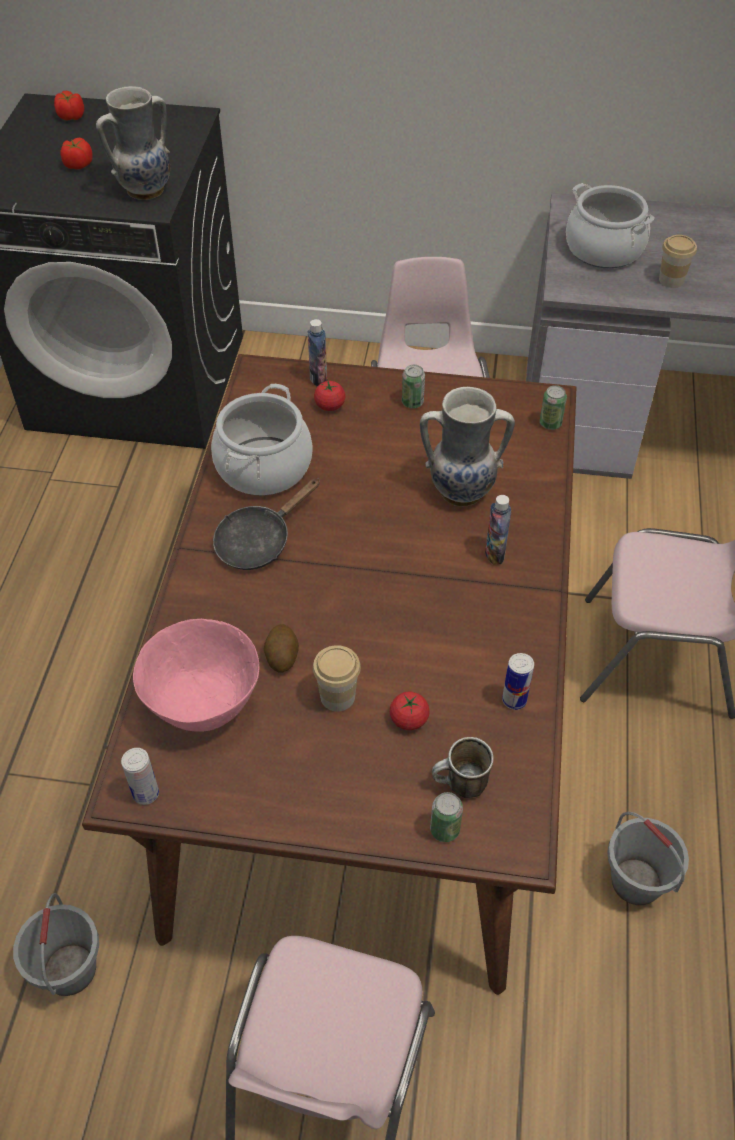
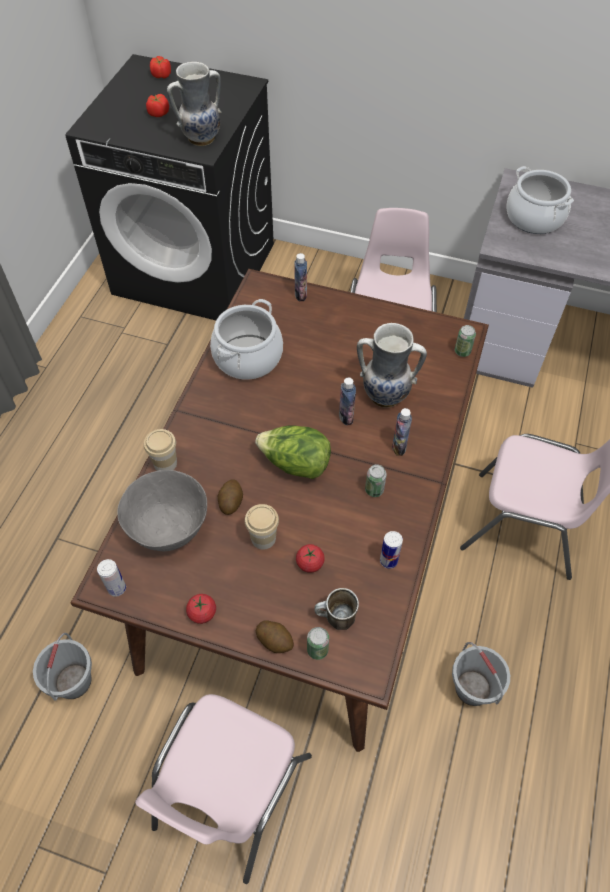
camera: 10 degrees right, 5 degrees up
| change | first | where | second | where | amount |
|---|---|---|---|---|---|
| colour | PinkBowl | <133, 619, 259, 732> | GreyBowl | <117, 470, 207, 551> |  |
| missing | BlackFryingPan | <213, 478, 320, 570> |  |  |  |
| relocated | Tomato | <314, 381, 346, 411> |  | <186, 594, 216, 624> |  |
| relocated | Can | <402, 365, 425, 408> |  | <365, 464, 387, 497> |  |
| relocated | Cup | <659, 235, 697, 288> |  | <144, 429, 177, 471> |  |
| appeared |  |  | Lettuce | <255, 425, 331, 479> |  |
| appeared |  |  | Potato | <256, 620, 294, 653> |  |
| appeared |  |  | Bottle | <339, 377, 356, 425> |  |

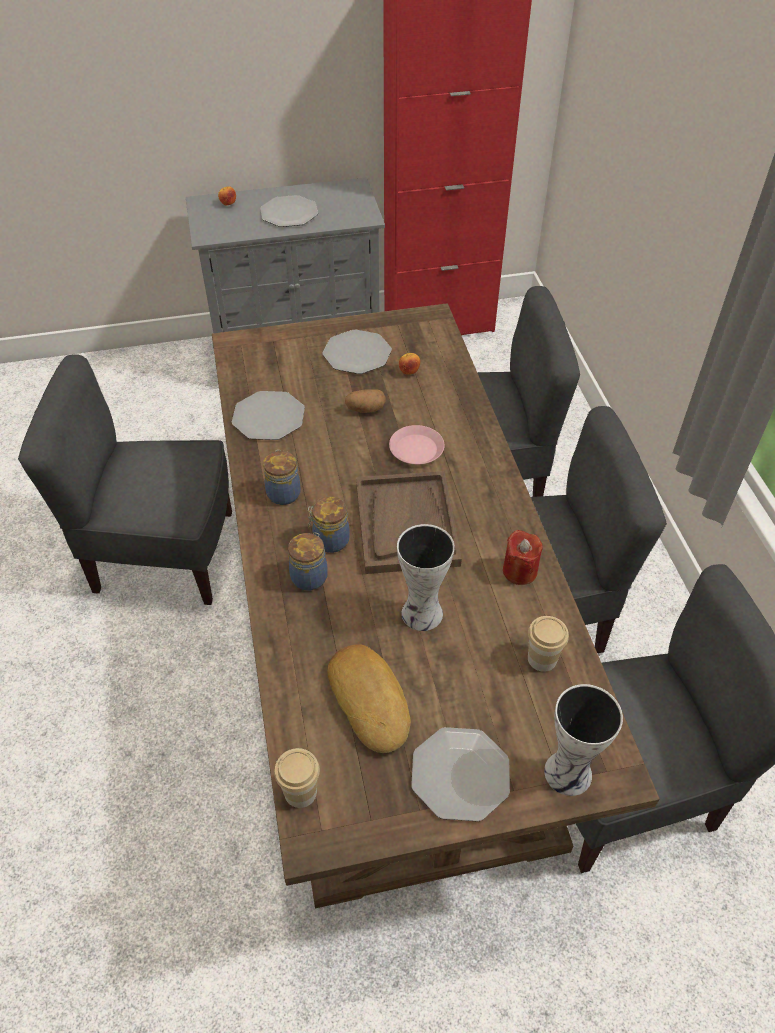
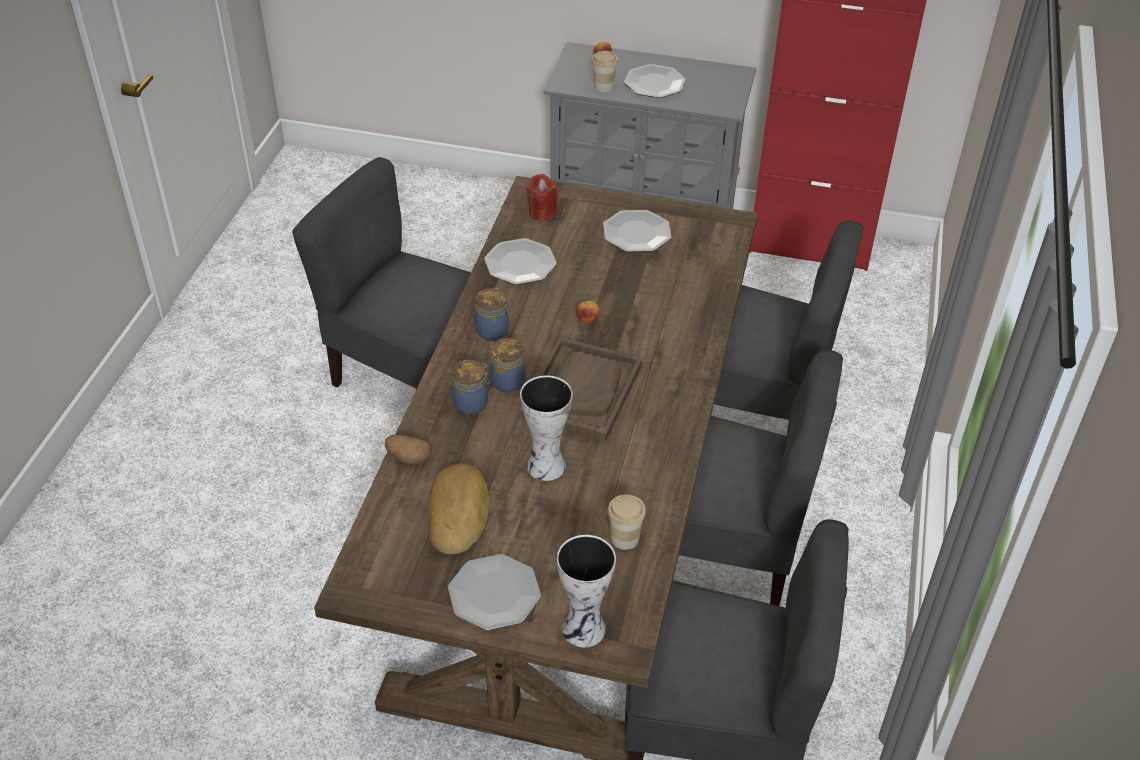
camera: 25 degrees right, 5 degrees down
| change | first | where | second | where | amount |
|---|---|---|---|---|---|
| relocated | Cup | <274, 748, 320, 808> |  | <591, 51, 618, 92> |  |
| relocated | Potato | <345, 389, 386, 413> |  | <385, 435, 432, 464> |  |
| missing | PinkPlate | <389, 425, 445, 464> |  |  |  |
| relocated | Apple | <399, 353, 420, 375> |  | <576, 301, 600, 324> |  |
| relocated | RedCandle | <503, 530, 543, 585> |  | <527, 174, 558, 221> |  |

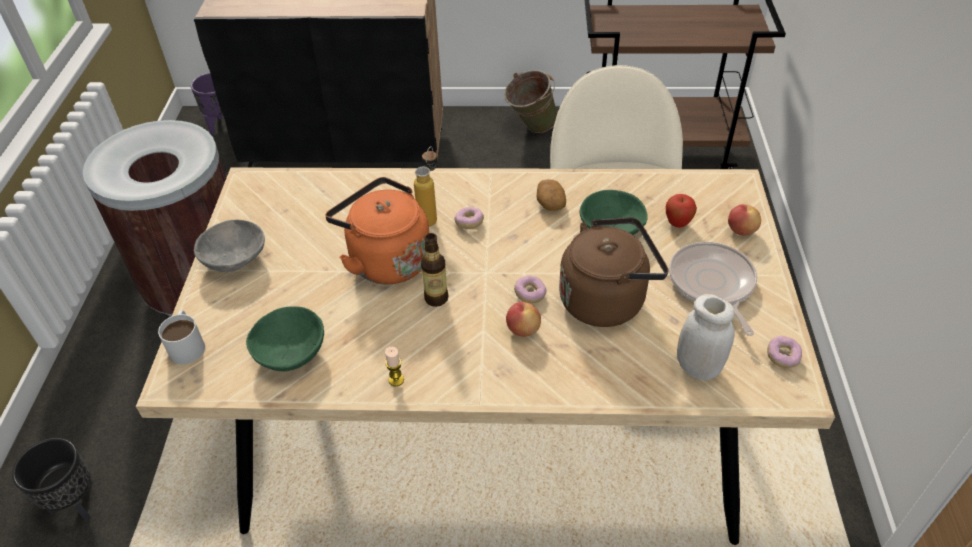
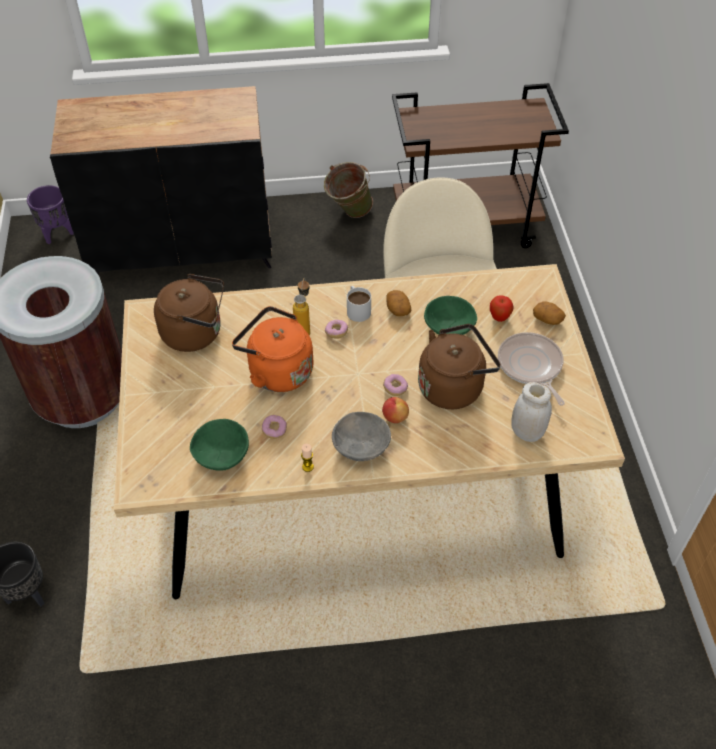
camera: 10 degrees left, 5 degrees up
| change | first | where | second | where | amount |
|---|---|---|---|---|---|
| relocated | WhiteMug | <158, 310, 205, 365> |  | <347, 286, 371, 322> |  |
| relocated | GreyBowl | <194, 220, 265, 272> |  | <332, 412, 391, 461> |  |
| missing | Bottle | <421, 233, 449, 307> |  |  |  |
| exchanged | Apple | <728, 204, 761, 236> | Potato | <533, 301, 566, 325> |  |
| relocated | Donut | <767, 336, 802, 368> |  | <262, 415, 287, 439> |  |
| appeared |  |  | BrownKettle | <154, 274, 224, 352> |  |

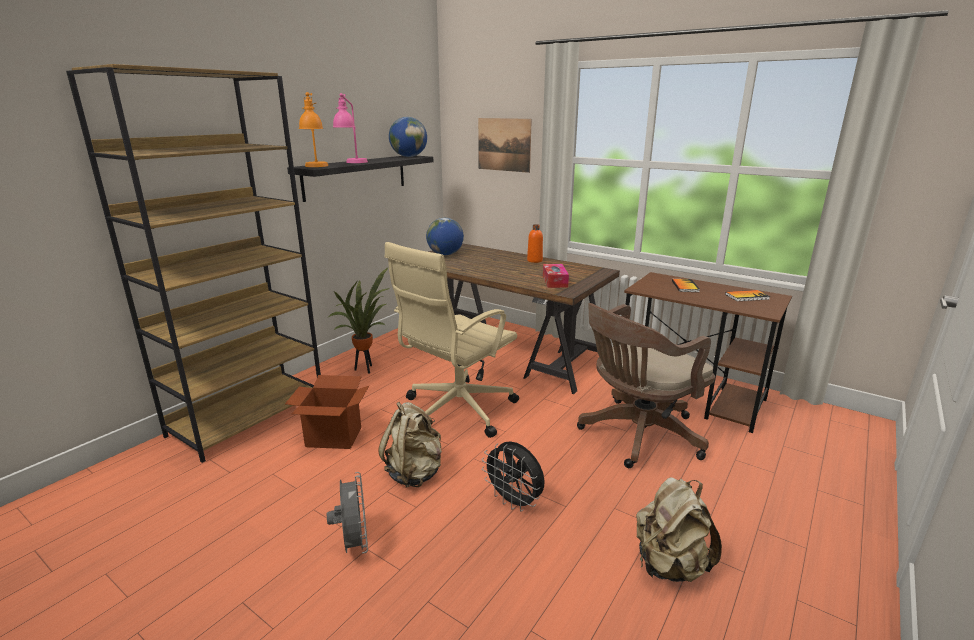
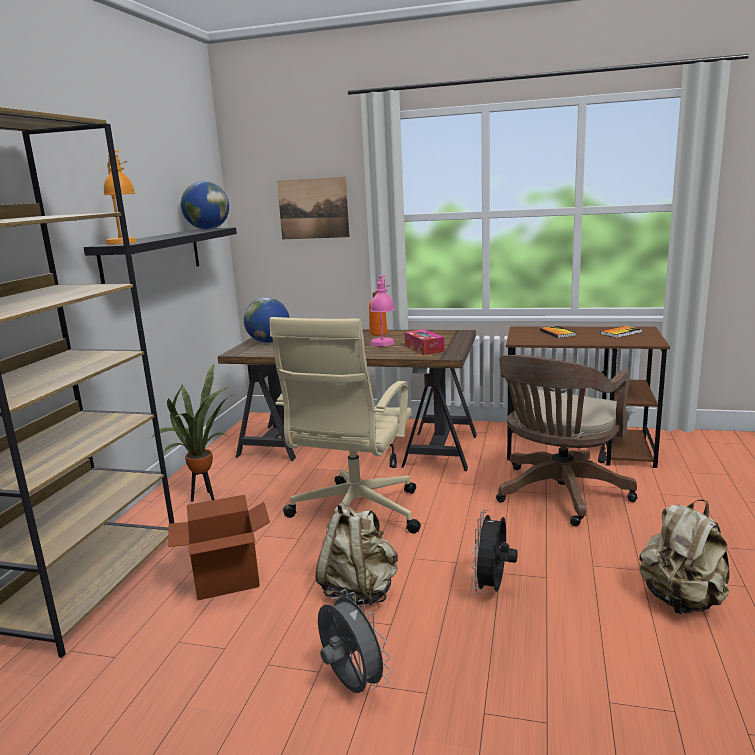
camera: 20 degrees left, 5 degrees down
| change | first | where | second | where | amount |
|---|---|---|---|---|---|
| relocated | PinkTableLamp | <333, 93, 368, 163> |  | <370, 275, 395, 347> |  |
| spun | BlackFan | <482, 441, 545, 512> |  | <471, 510, 518, 594> | 90 degrees clockwise |

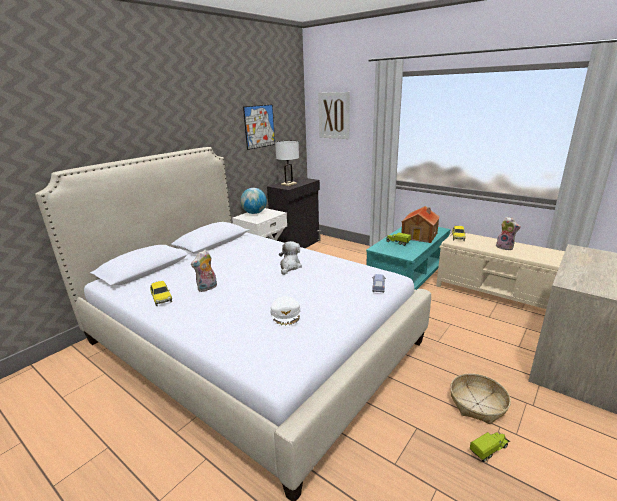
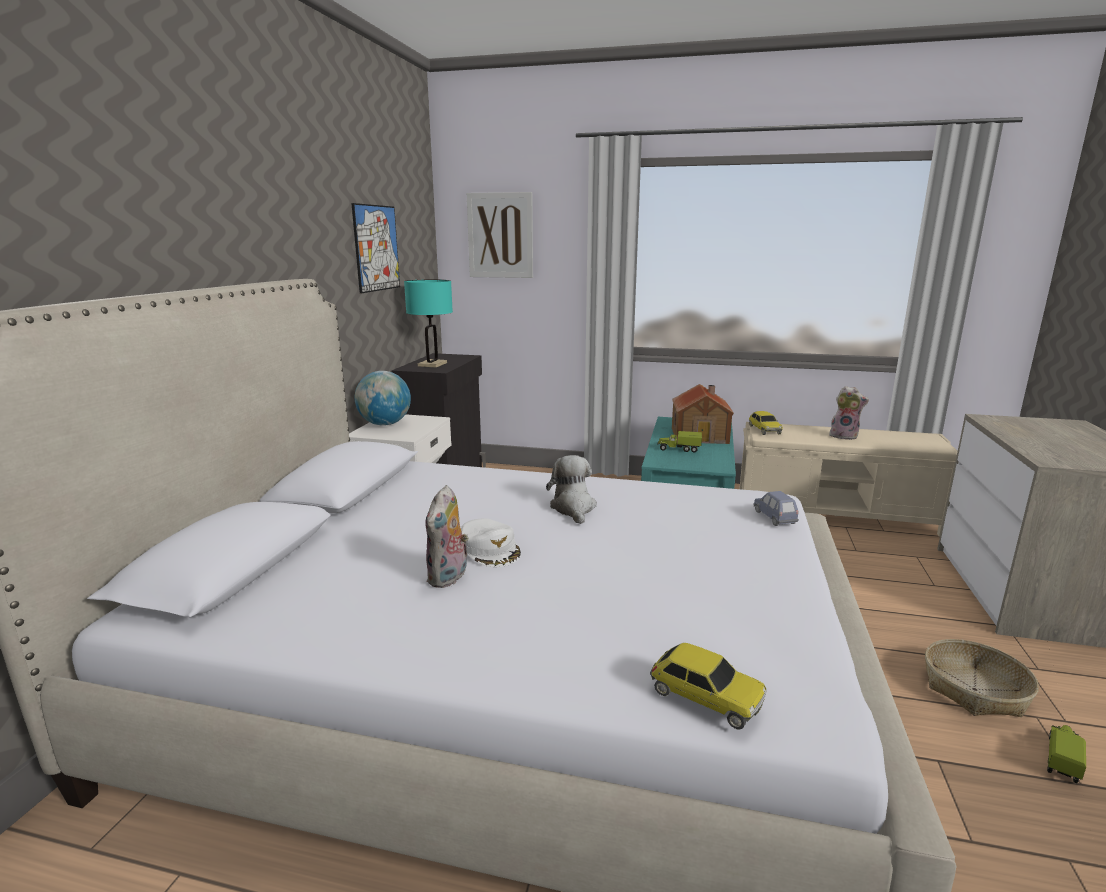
camera: 25 degrees left, 5 degrees down
| change | first | where | second | where | amount |
|---|---|---|---|---|---|
| relocated | ToyCar | <150, 281, 172, 306> |  | <650, 643, 766, 730> |  |
| relocated | WhiteCap | <270, 296, 300, 326> |  | <461, 518, 521, 567> |  |
| colour | WhiteTableLamp | <275, 141, 299, 186> | TurquoiseTableLamp | <404, 279, 453, 368> |  |

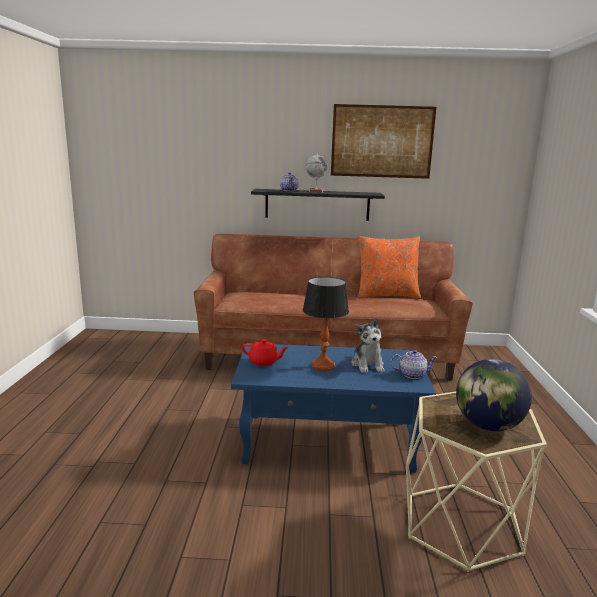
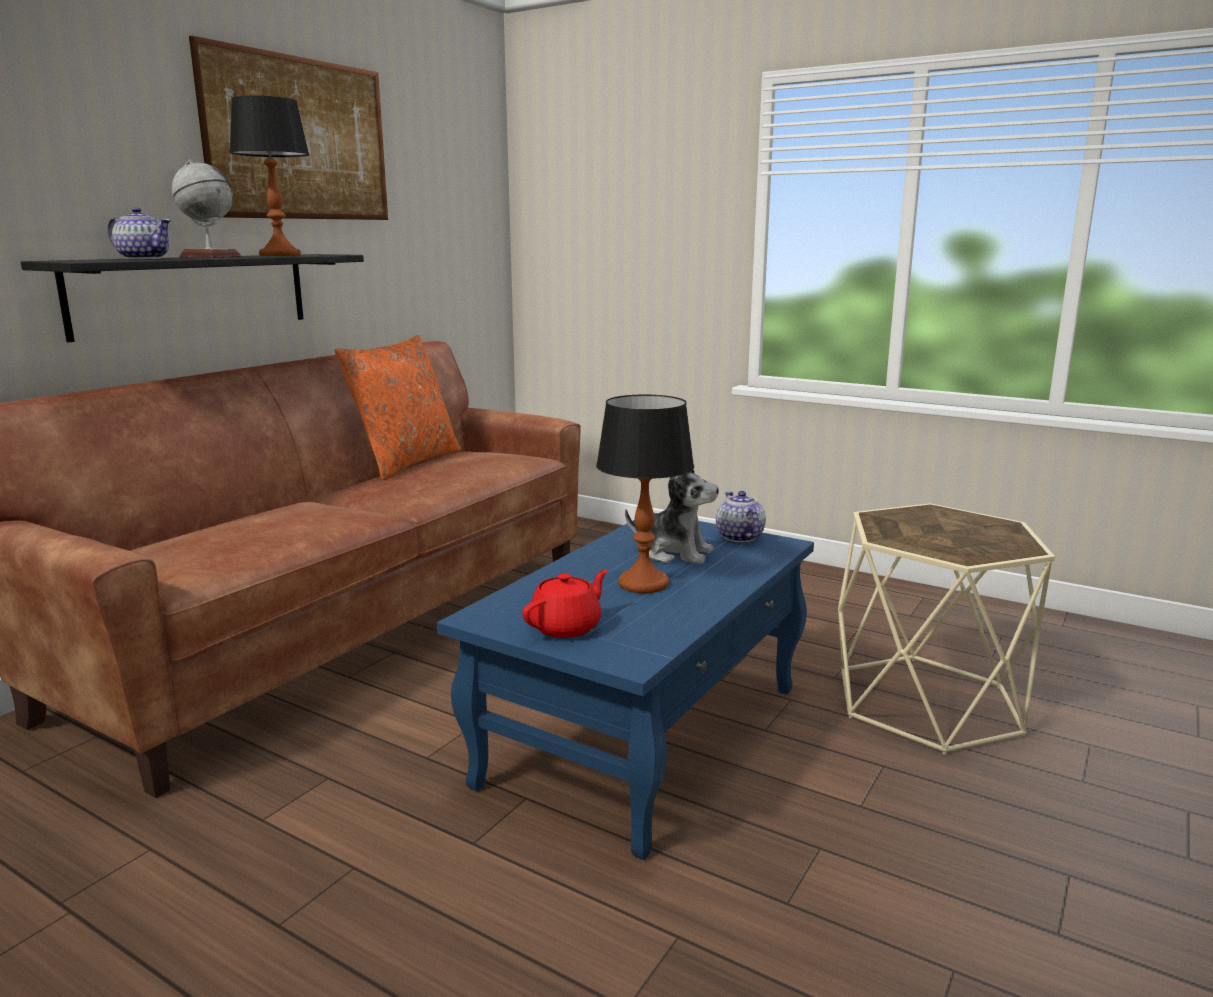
camera: 60 degrees left, 0 degrees up
| change | first | where | second | where | amount |
|---|---|---|---|---|---|
| spun | Teapot | <390, 350, 438, 379> |  | <716, 491, 766, 542> | 45 degrees counterclockwise |
| missing | Globe | <456, 359, 532, 431> |  |  |  |
| appeared |  |  | TableLamp | <229, 95, 310, 256> |  |

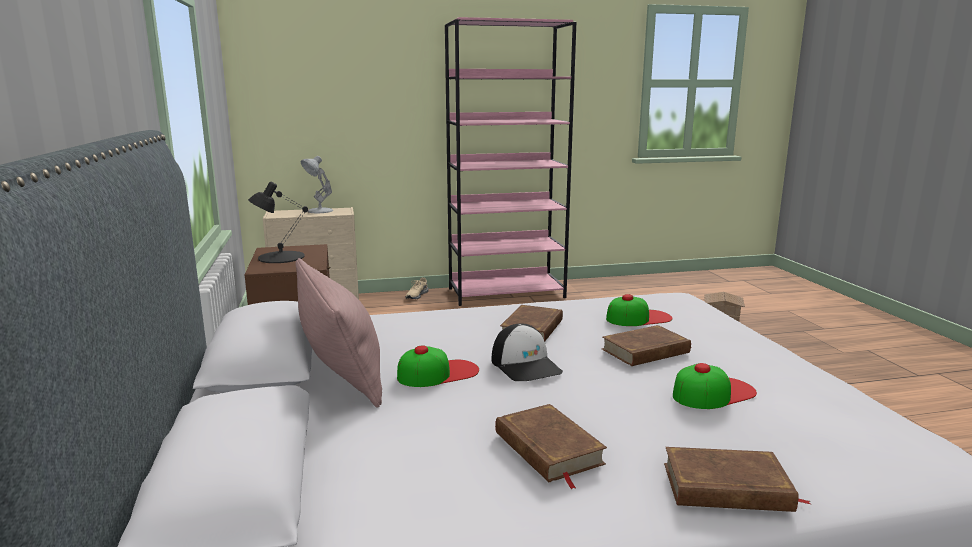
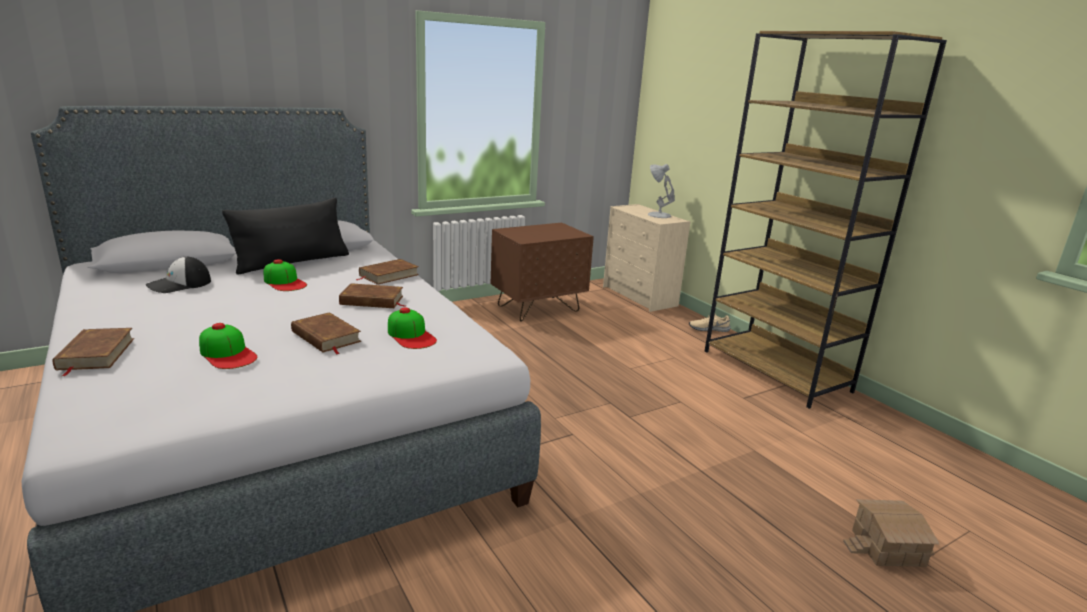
camera: 70 degrees right, 5 degrees up
| change | first | where | second | where | amount |
|---|---|---|---|---|---|
| missing | BlackTableLamp | <248, 182, 308, 263> |  |  |  |
| colour | PinkPillow | <296, 258, 382, 407> | BlackPillow | <222, 198, 349, 275> |  |
| colour | PinkBookcase | <445, 17, 577, 306> | BrownBookcase | <705, 31, 947, 409> |  |
| relocated | Cap | <491, 323, 563, 381> |  | <146, 256, 211, 293> |  |
| relocated | BrownBook | <495, 404, 607, 489> |  | <355, 259, 419, 285> |  |

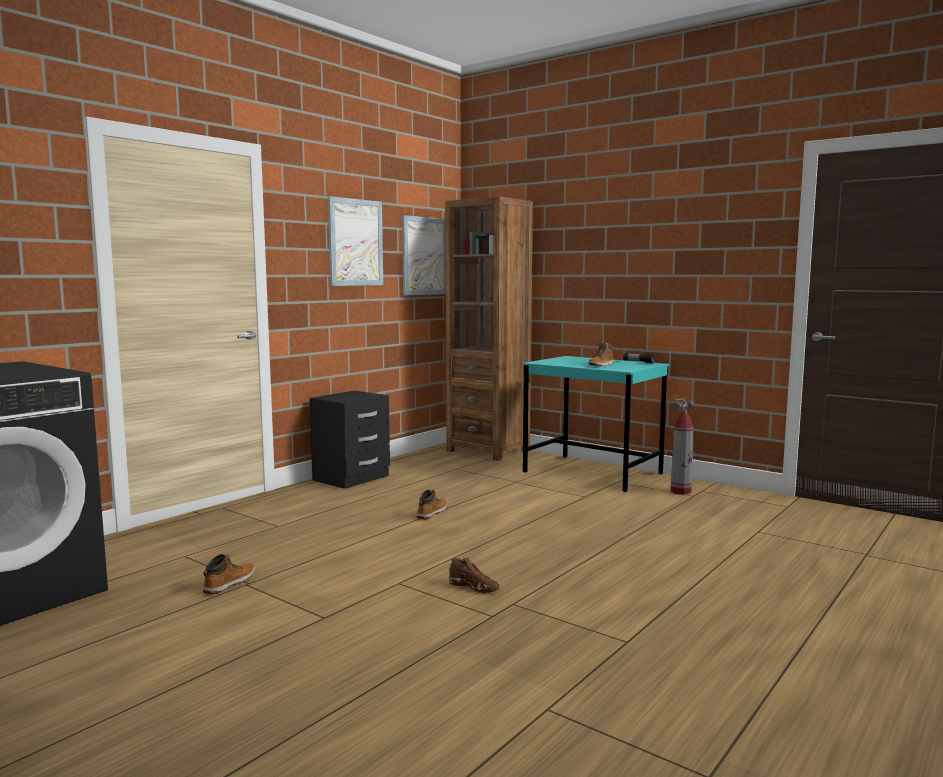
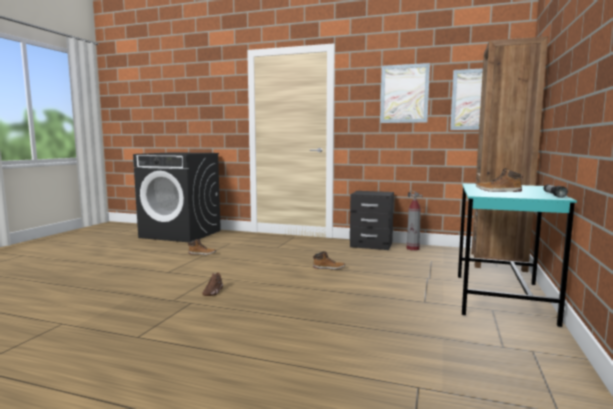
camera: 70 degrees right, 0 degrees up
| change | first | where | second | where | amount |
|---|---|---|---|---|---|
| relocated | FireExtinguisher | <670, 399, 694, 495> |  | <407, 190, 423, 251> |  |

